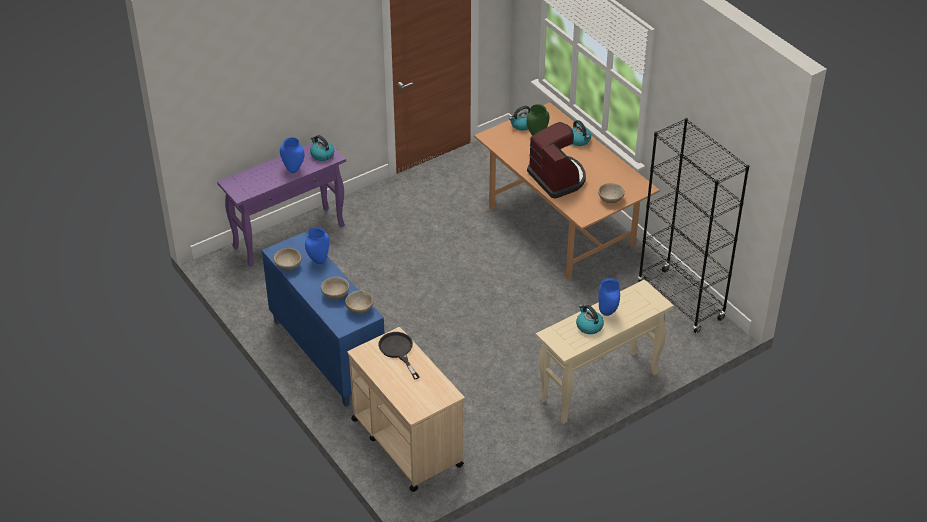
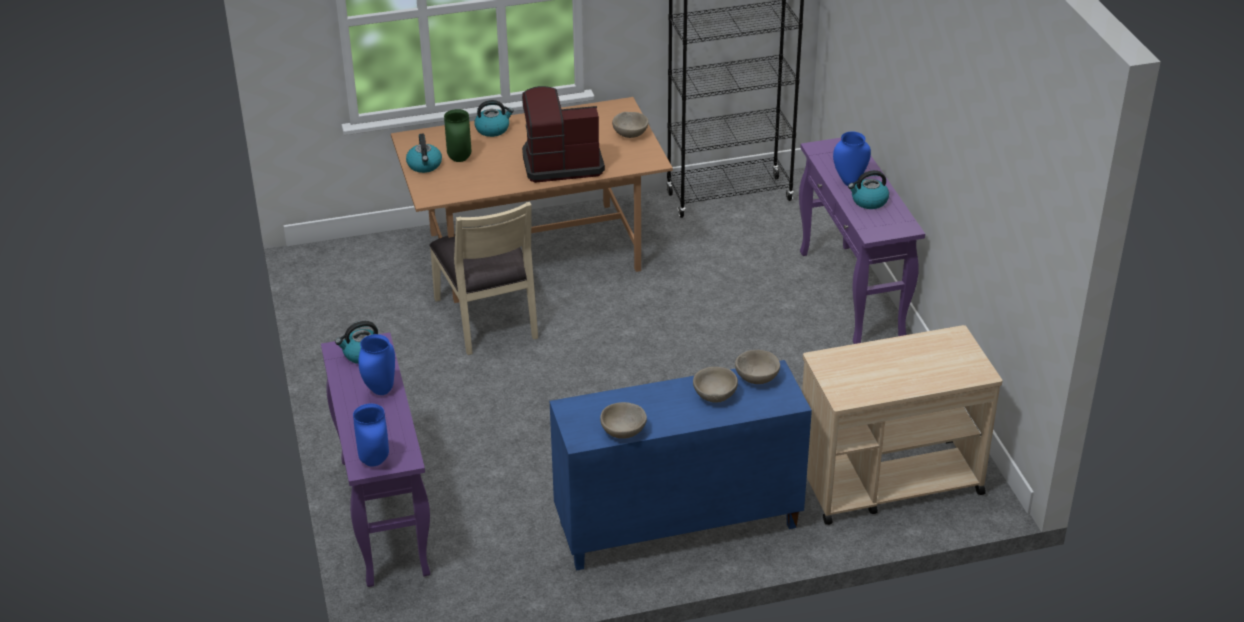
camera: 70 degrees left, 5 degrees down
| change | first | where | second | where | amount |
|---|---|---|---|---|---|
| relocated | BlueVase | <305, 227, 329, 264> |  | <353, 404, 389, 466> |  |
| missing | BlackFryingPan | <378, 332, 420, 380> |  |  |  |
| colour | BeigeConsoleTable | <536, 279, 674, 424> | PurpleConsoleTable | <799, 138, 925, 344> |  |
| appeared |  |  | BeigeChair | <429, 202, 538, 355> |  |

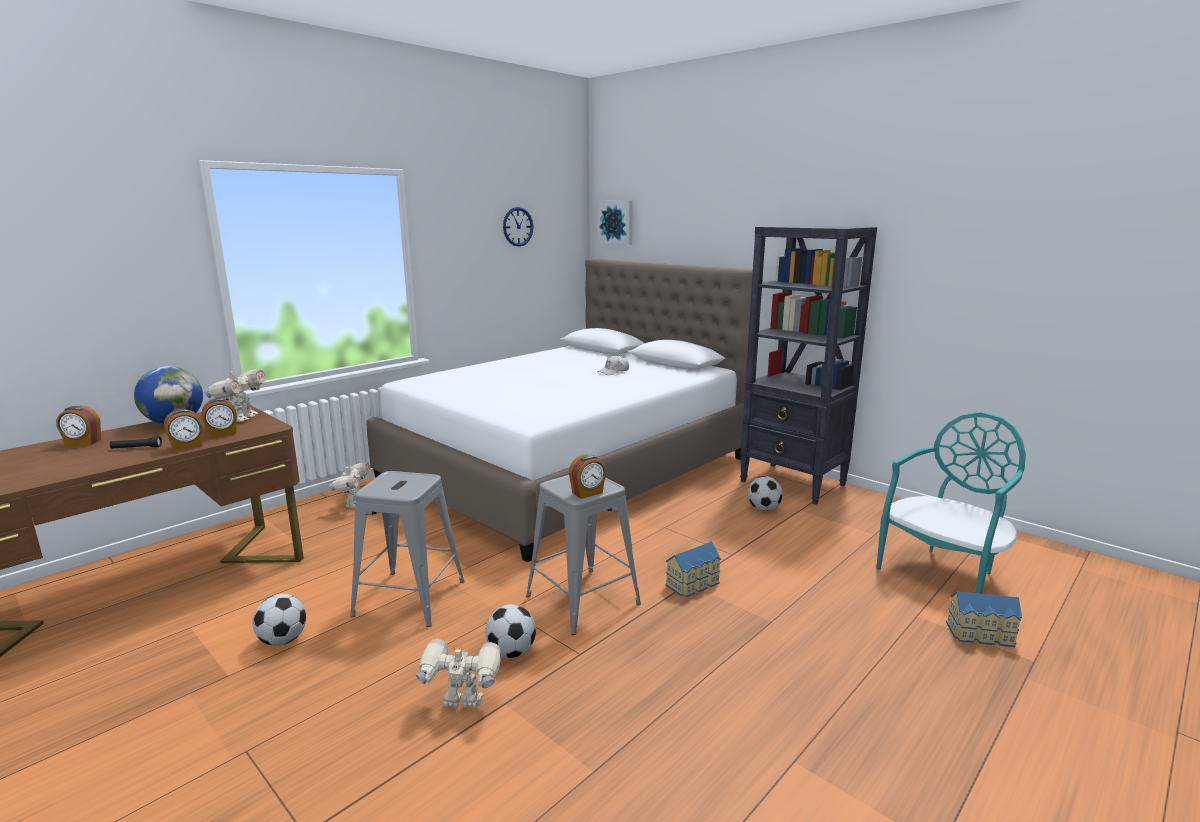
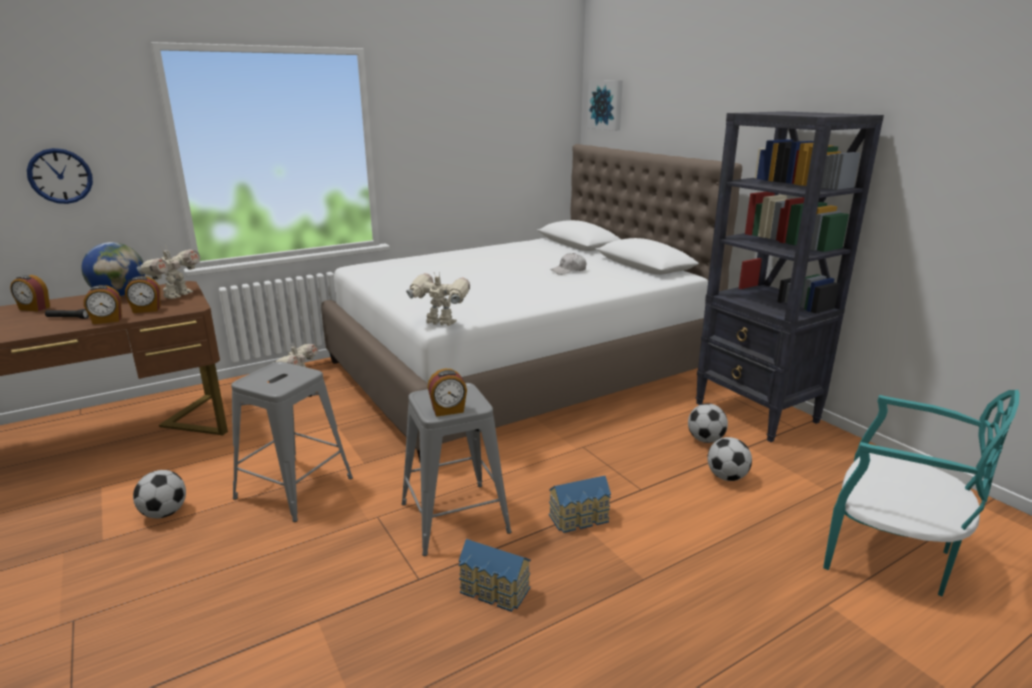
camera: 15 degrees right, 5 degrees up
| change | first | where | second | where | amount |
|---|---|---|---|---|---|
| relocated | ToyRobot | <416, 639, 501, 708> |  | <406, 272, 470, 326> |  |
| relocated | Football | <485, 604, 536, 658> |  | <707, 437, 752, 481> |  |
| relocated | WallClock | <503, 207, 533, 247> |  | <27, 148, 93, 204> |  |
| spun | TurquoiseChair | <876, 412, 1026, 594> |  | <823, 390, 1020, 596> | 60 degrees clockwise |
| relocated | ToyHouse | <946, 592, 1022, 647> |  | <459, 539, 531, 612> |  |

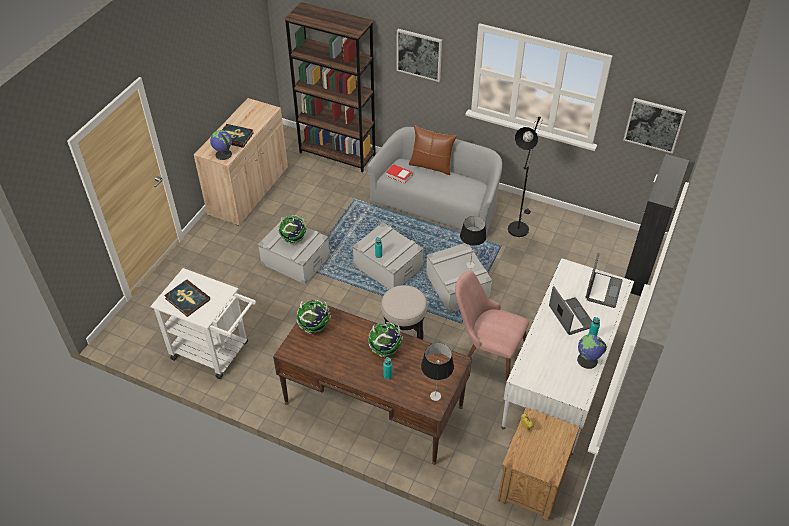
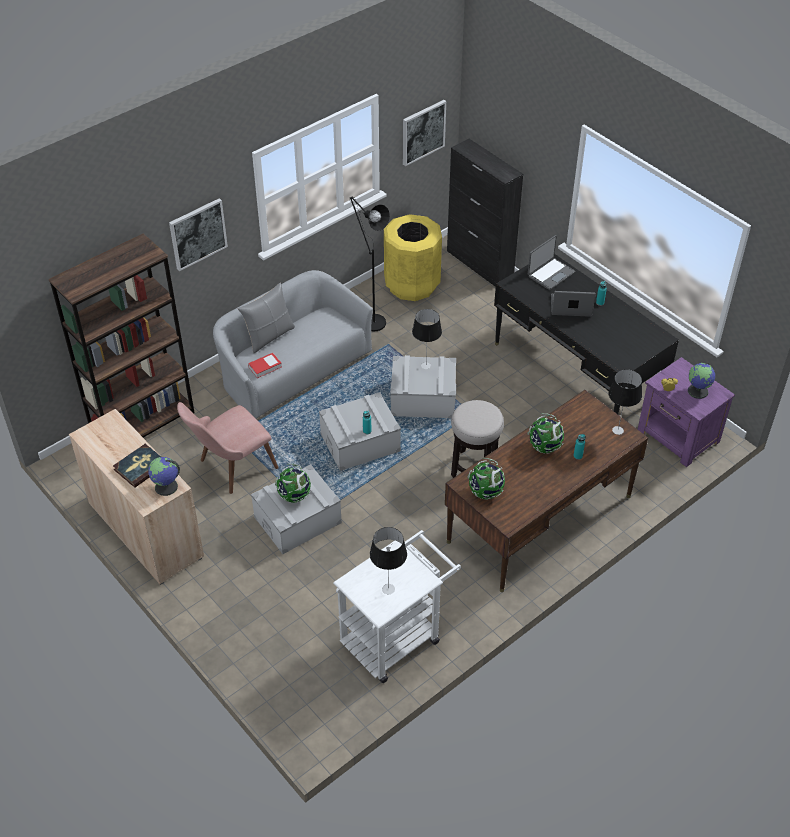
camera: 65 degrees left, 0 degrees up
| change | first | where | second | where | amount |
|---|---|---|---|---|---|
| exchanged | Book | <164, 280, 210, 317> | TableLamp | <370, 527, 407, 594> |  |
| colour | BrownPillow | <409, 125, 457, 175> | GreyPillow | <238, 283, 295, 353> |  |
| relocated | PinkChair | <455, 271, 529, 382> |  | <177, 402, 279, 494> |  |
| colour | BrownNightstand | <497, 407, 580, 521> | PurpleNightstand | <638, 357, 735, 467> |  |
| colour | WhiteDesk | <501, 258, 634, 455> | BlackDesk | <494, 254, 679, 414> |  |
| relocated | Globe | <577, 334, 607, 369> |  | <688, 363, 715, 399> |  |
| spun | Laptop | <586, 253, 623, 308> |  | <528, 235, 575, 290> | 90 degrees clockwise |
| appeared |  |  | YellowTrashCan | <384, 214, 442, 301> |  |

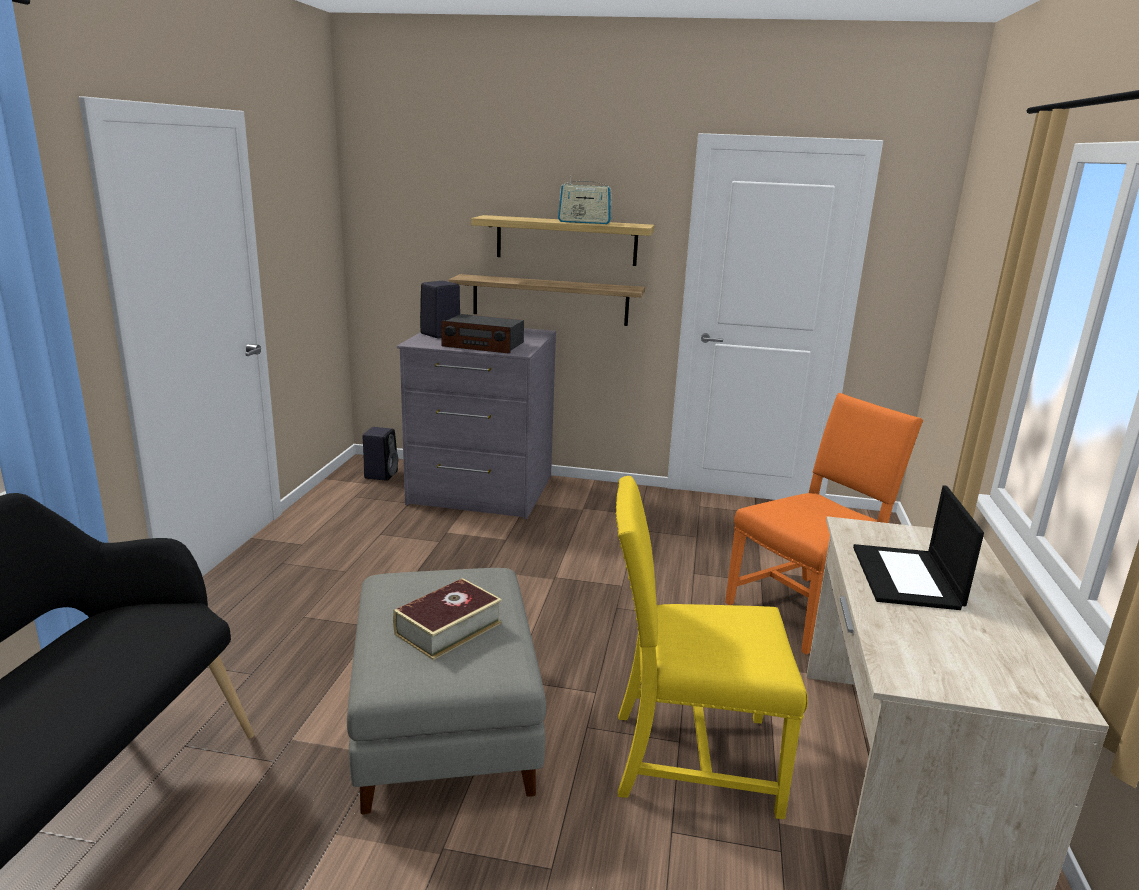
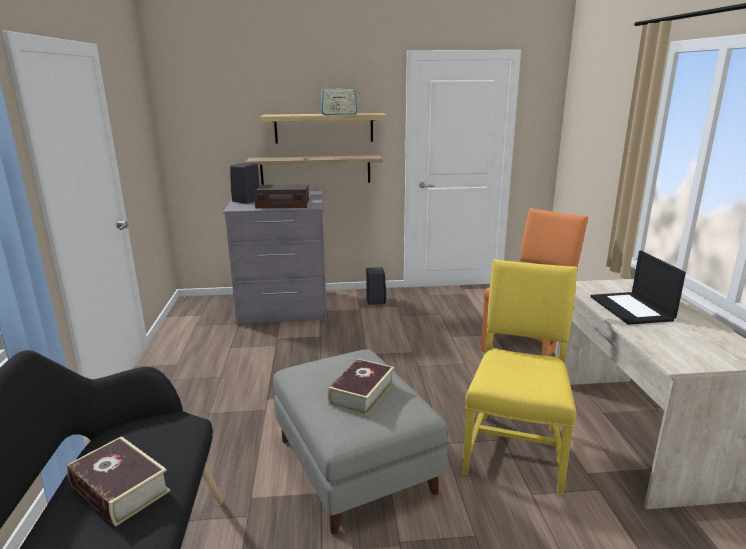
camera: 15 degrees left, 0 degrees up
| change | first | where | second | where | amount |
|---|---|---|---|---|---|
| relocated | BlackSpeaker | <362, 427, 398, 481> |  | <366, 267, 387, 305> |  |
| spun | YellowChair | <616, 476, 808, 819> |  | <462, 259, 577, 495> | 120 degrees clockwise |
| appeared |  |  | Book | <67, 436, 170, 527> |  |

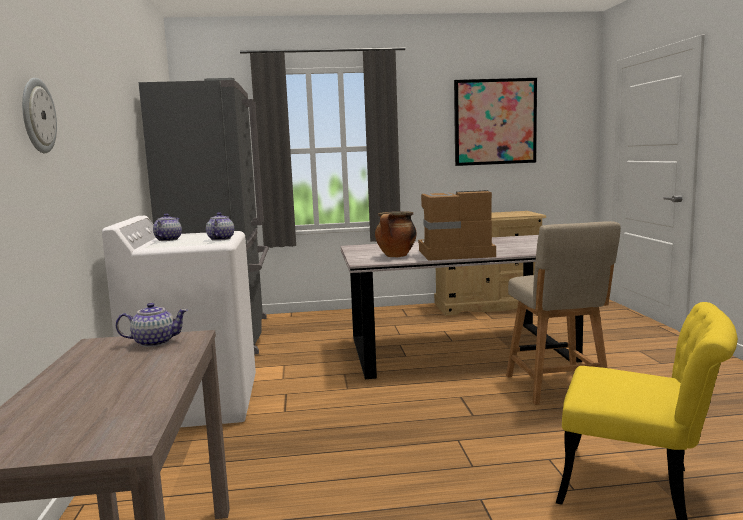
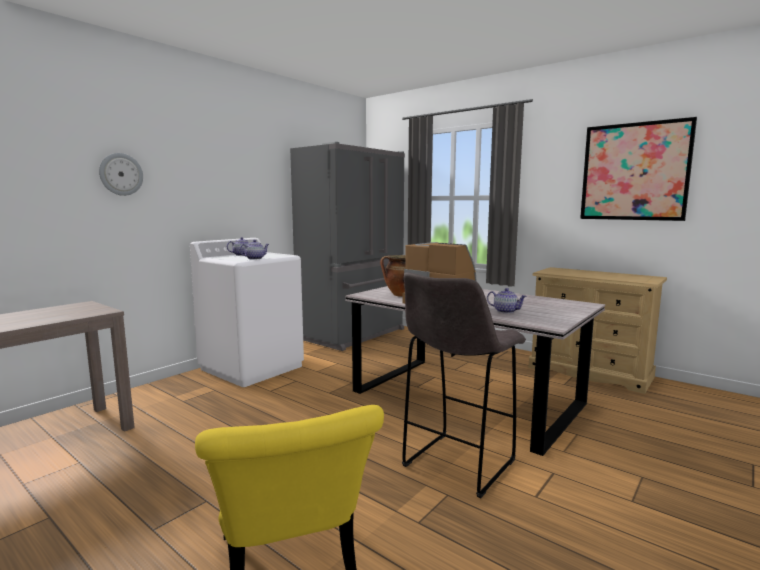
camera: 45 degrees right, 0 degrees up
| change | first | where | second | where | amount |
|---|---|---|---|---|---|
| relocated | Teapot | <116, 303, 188, 347> |  | <487, 288, 527, 313> |  |
| exchanged | BeigeChair | <506, 221, 621, 405> | GreyStool | <402, 272, 526, 498> |  |

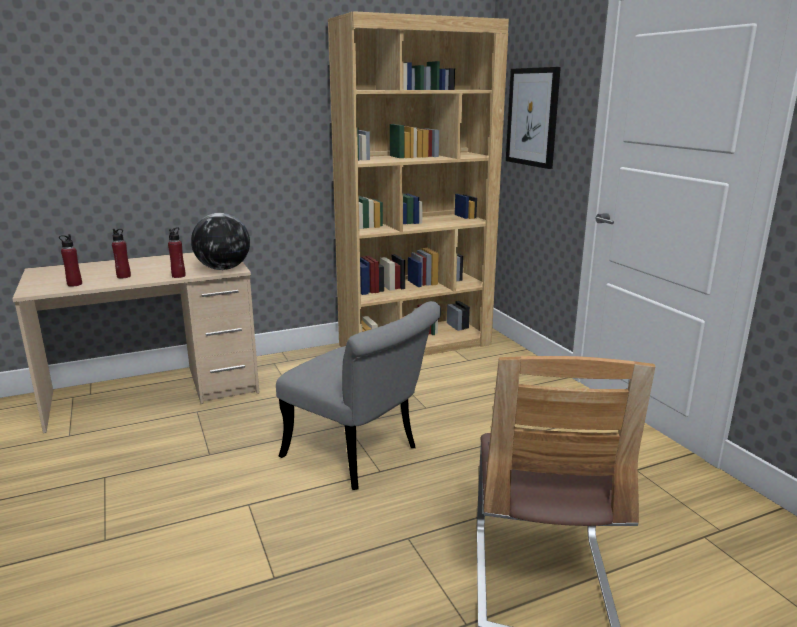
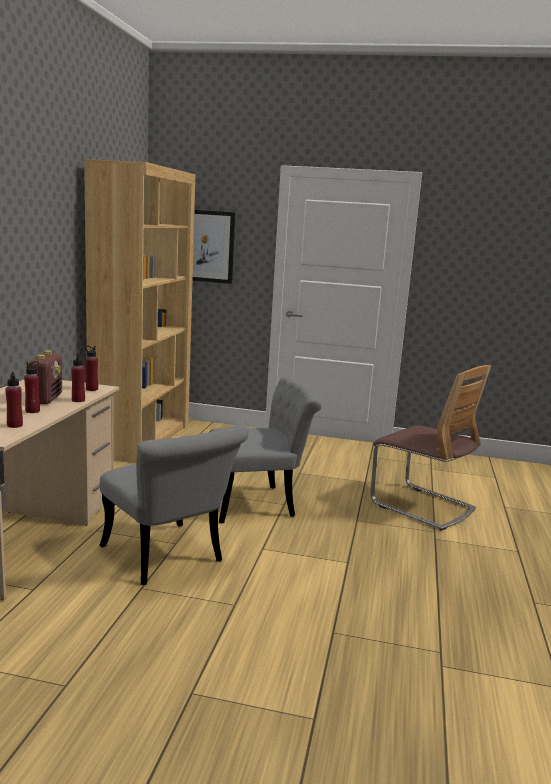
camera: 55 degrees left, 5 degrees down
| change | first | where | second | where | amount |
|---|---|---|---|---|---|
| exchanged | Globe | <191, 213, 250, 270> | RedBottle | <85, 346, 98, 391> |  |
| appeared |  |  | Radio | <26, 350, 62, 404> |  |
| appeared |  |  | GreyChair | <99, 425, 248, 585> |  |

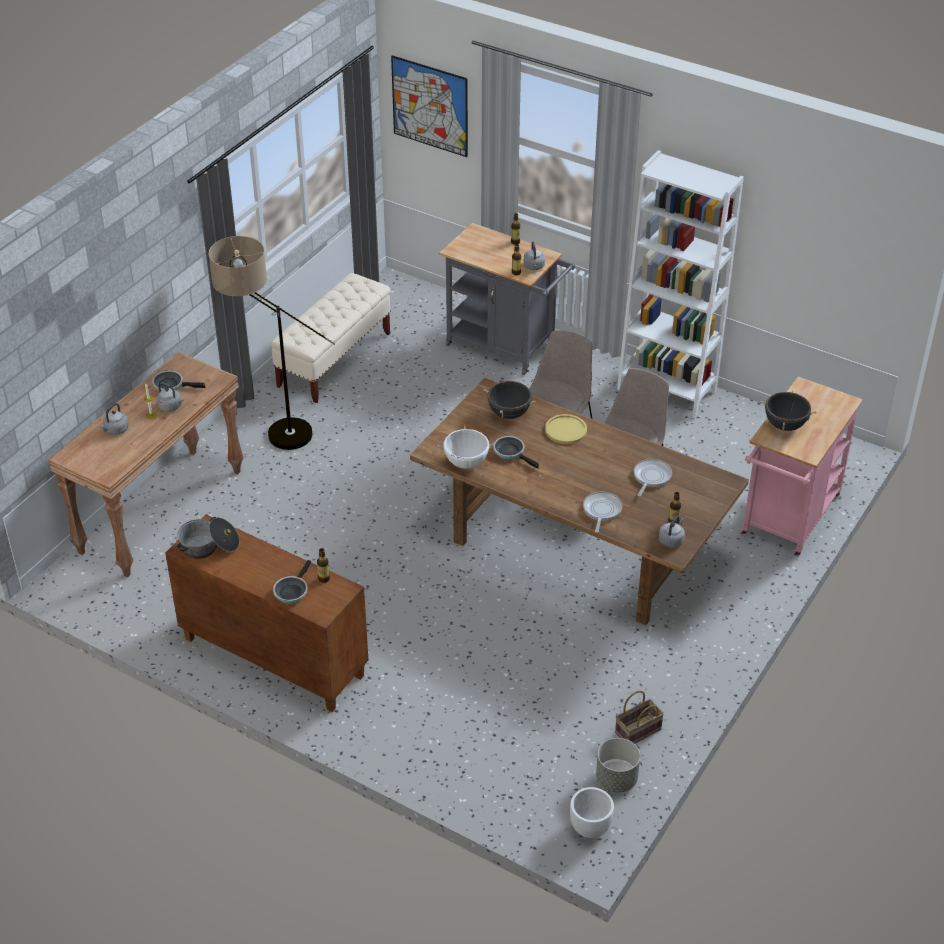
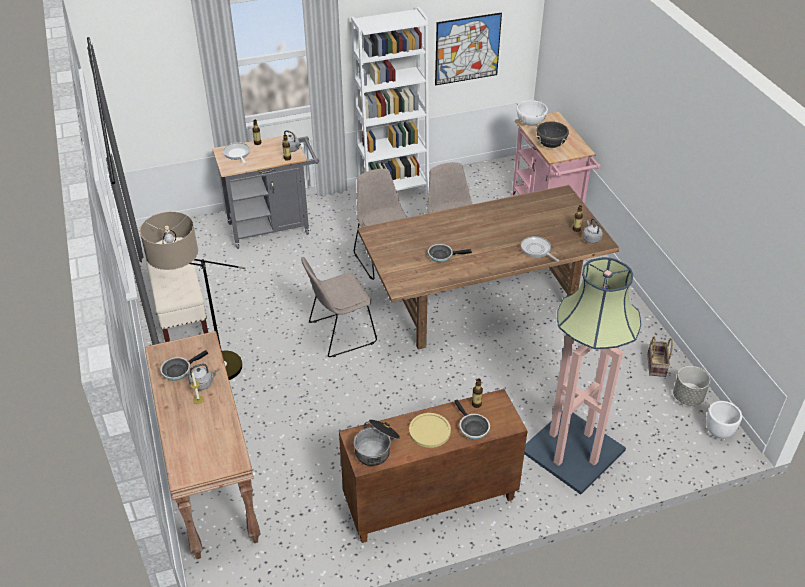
camera: 50 degrees left, 0 degrees up
| change | first | where | second | where | amount |
|---|---|---|---|---|---|
| missing | GreyKettle | <100, 403, 129, 435> |  |  |  |
| relocated | Picture | <391, 55, 468, 157> |  | <435, 13, 502, 85> |  |
| relocated | WhiteCookingPot | <438, 426, 495, 469> |  | <515, 100, 549, 126> |  |
| missing | BlackCookingPot | <484, 379, 536, 419> |  |  |  |
| relocated | YellowPlate | <545, 414, 587, 444> |  | <409, 413, 451, 448> |  |
| relocated | FryingPan | <634, 459, 672, 496> |  | <223, 142, 250, 164> |  |
| appeared |  |  | BeigeChair | <301, 257, 377, 357> |  |
| appeared |  |  | FloorLamp | <524, 257, 641, 495> |  |

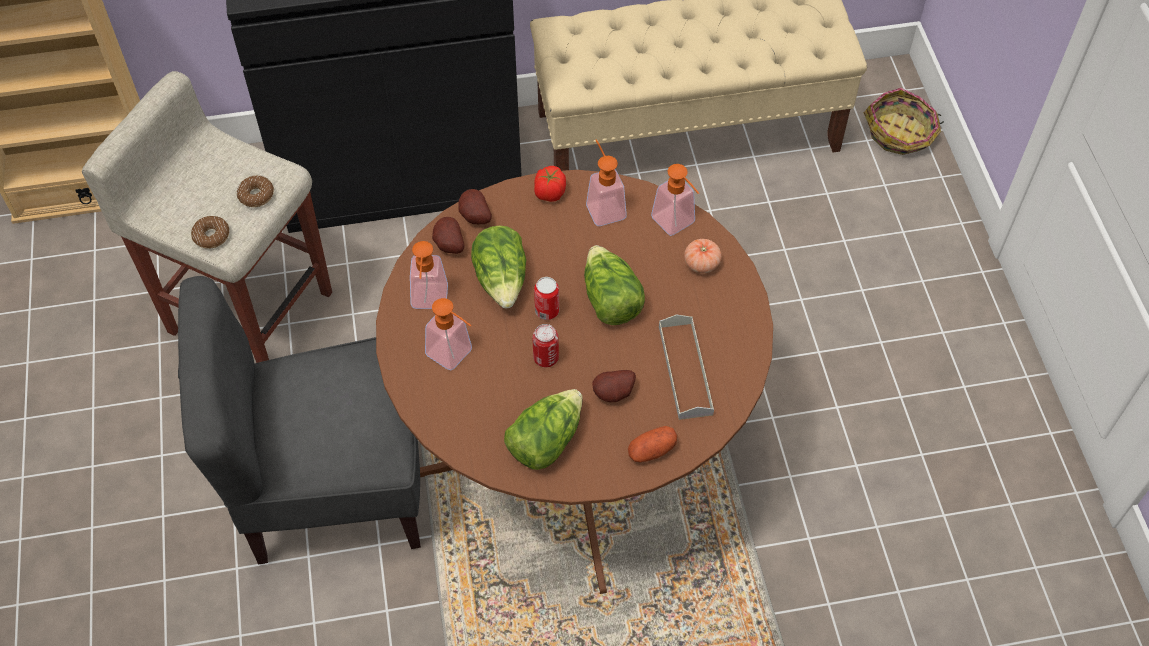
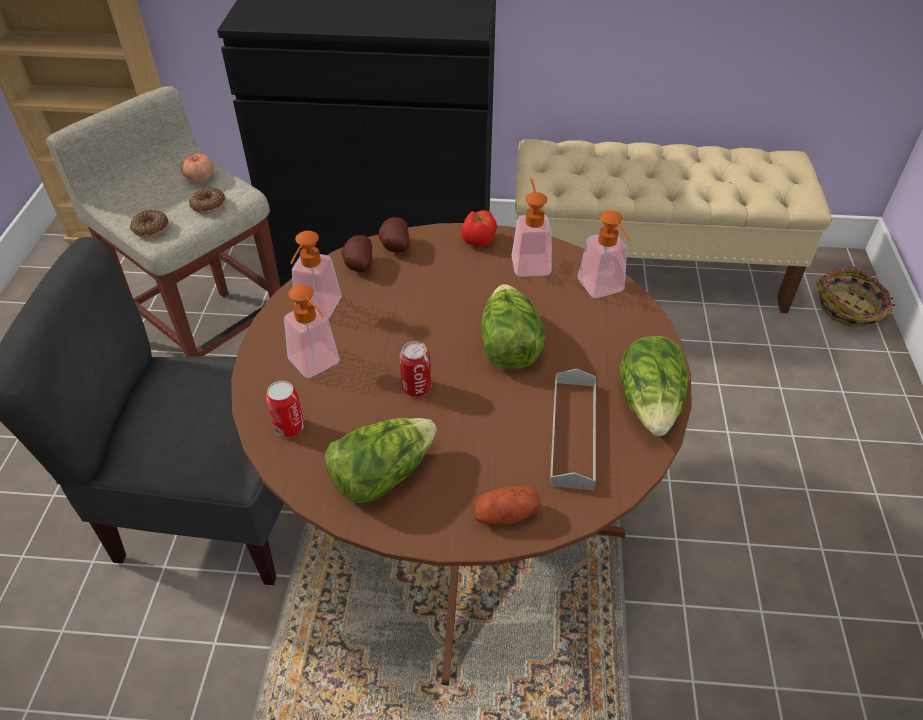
camera: 15 degrees right, 10 degrees down
| change | first | where | second | where | amount |
|---|---|---|---|---|---|
| relocated | Lettuce | <471, 225, 526, 308> |  | <619, 336, 688, 436> |  |
| relocated | Can | <534, 277, 559, 320> |  | <266, 381, 304, 438> |  |
| missing | Potato | <592, 370, 636, 402> |  |  |  |
| relocated | Tomato | <684, 239, 722, 273> |  | <181, 154, 214, 182> |  |

